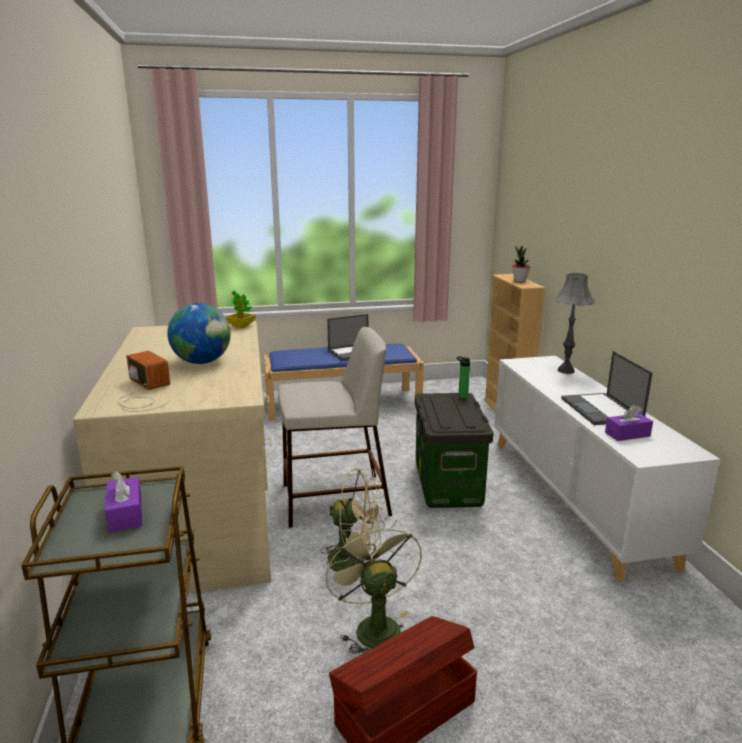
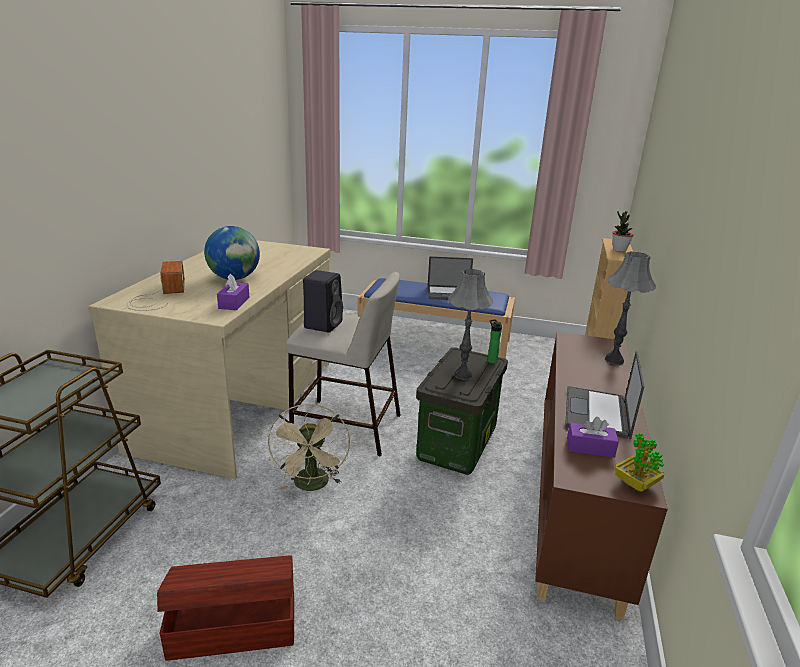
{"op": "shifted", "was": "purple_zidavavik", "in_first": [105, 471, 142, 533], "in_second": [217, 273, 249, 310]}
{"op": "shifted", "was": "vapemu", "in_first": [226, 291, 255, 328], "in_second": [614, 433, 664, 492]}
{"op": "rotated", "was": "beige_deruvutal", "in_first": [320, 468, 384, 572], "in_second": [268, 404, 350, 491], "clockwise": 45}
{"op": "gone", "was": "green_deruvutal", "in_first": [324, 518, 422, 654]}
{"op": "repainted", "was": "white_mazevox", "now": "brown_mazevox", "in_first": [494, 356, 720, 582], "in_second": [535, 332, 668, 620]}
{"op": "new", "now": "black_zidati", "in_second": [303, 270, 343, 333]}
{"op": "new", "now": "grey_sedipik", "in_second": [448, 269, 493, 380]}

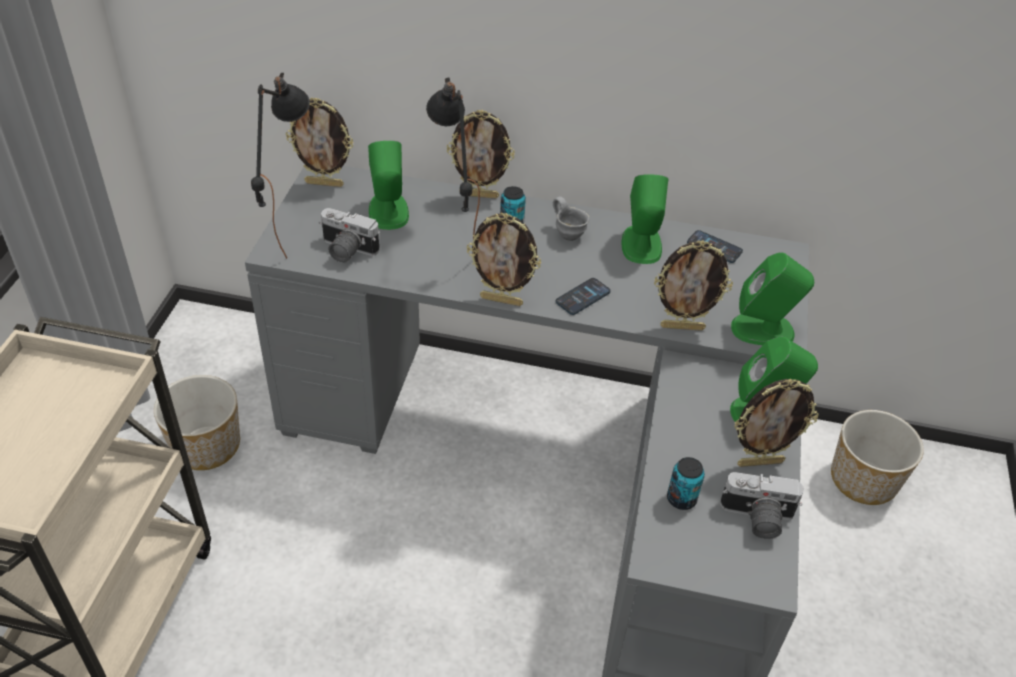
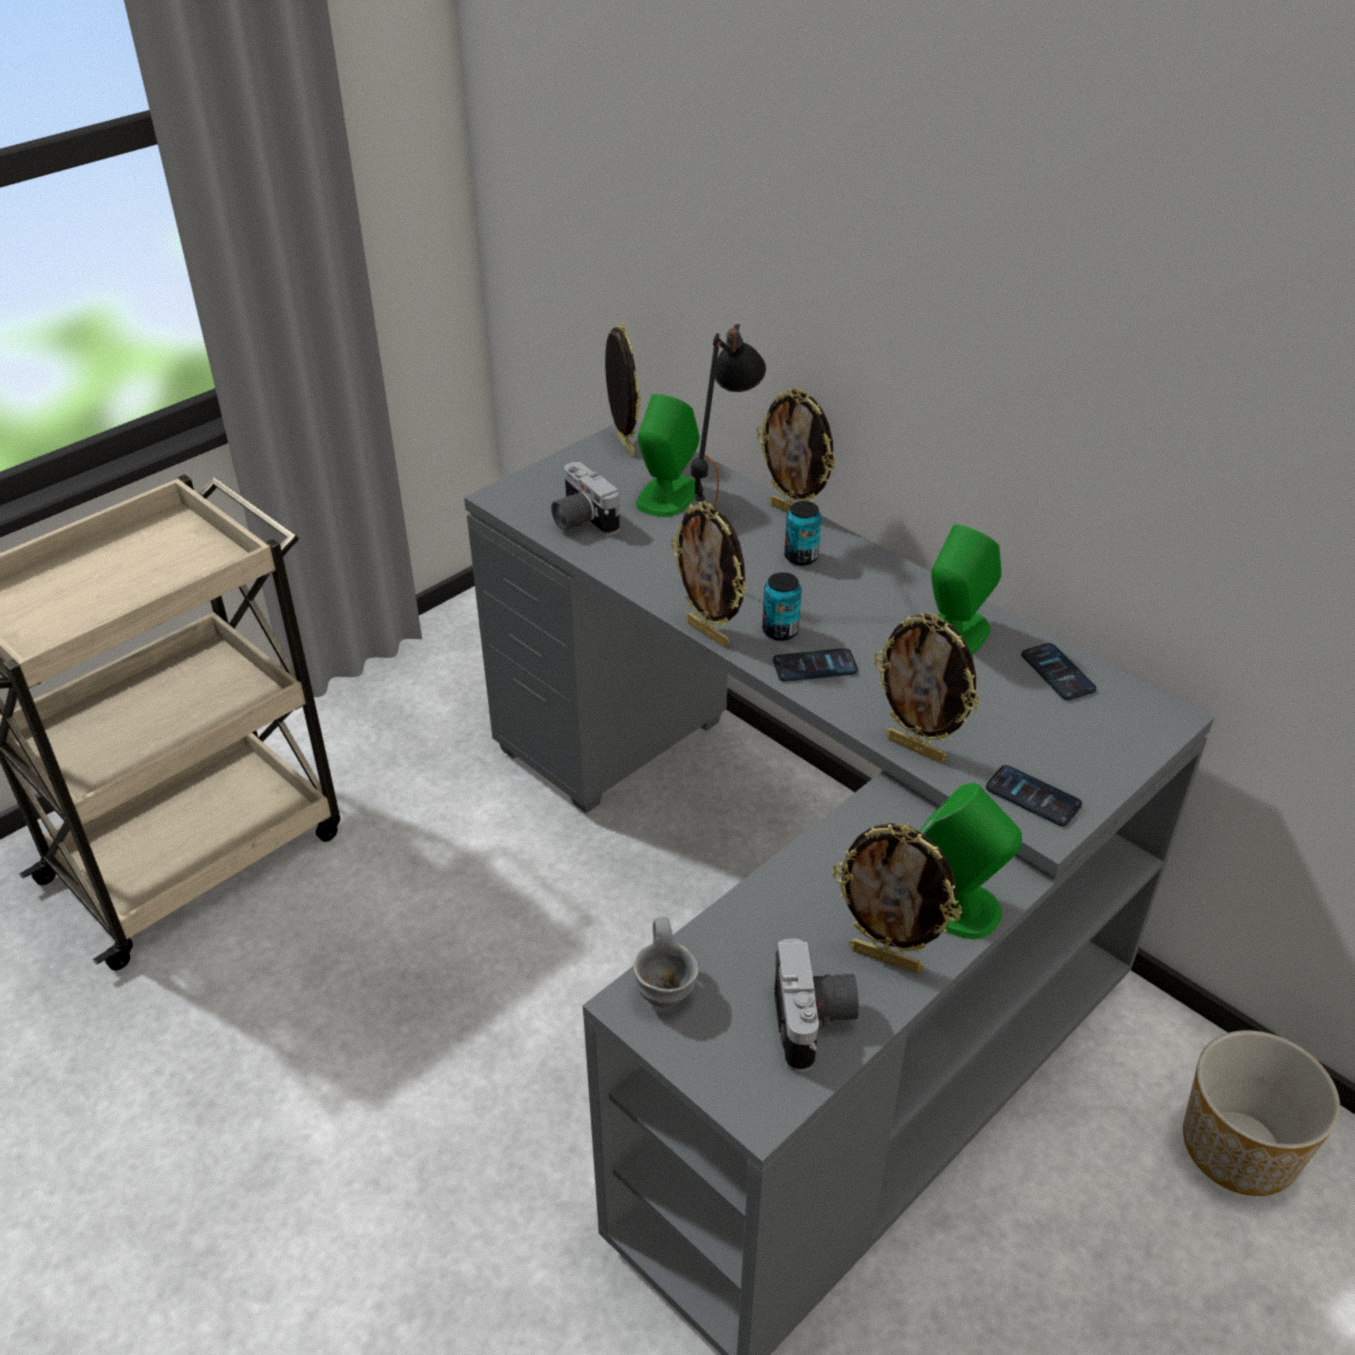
{"op": "gone", "was": "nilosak", "in_first": [154, 375, 240, 470]}
{"op": "gone", "was": "black_sedipik", "in_first": [251, 73, 310, 259]}
{"op": "rotated", "was": "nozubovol", "in_first": [286, 97, 353, 187], "in_second": [605, 323, 641, 457], "clockwise": -150}
{"op": "shifted", "was": "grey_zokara", "in_first": [553, 196, 590, 241], "in_second": [634, 917, 699, 1008]}
{"op": "shifted", "was": "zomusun", "in_first": [667, 457, 705, 510], "in_second": [762, 572, 802, 641]}
{"op": "rotated", "was": "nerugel", "in_first": [720, 472, 804, 539], "in_second": [774, 938, 859, 1072], "clockwise": -135}
{"op": "swapped", "was": "green_zidati", "now": "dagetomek", "in_first": [731, 252, 814, 345], "in_second": [986, 765, 1082, 826]}

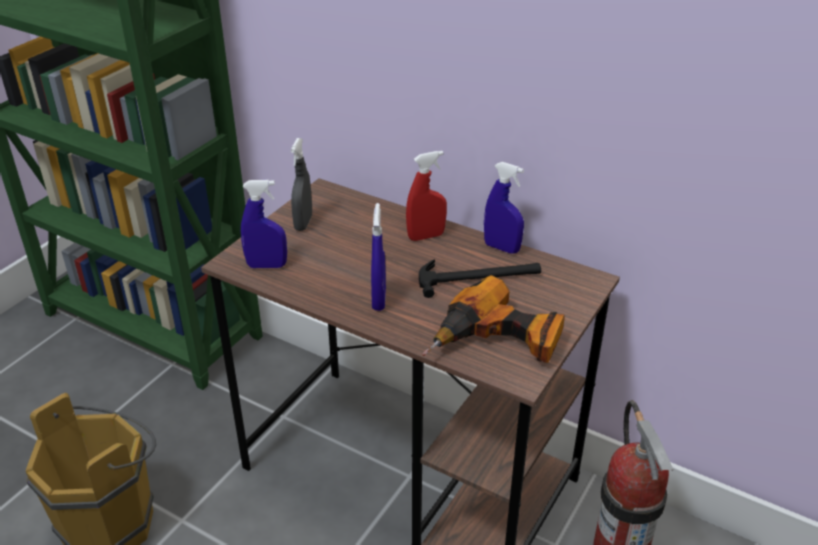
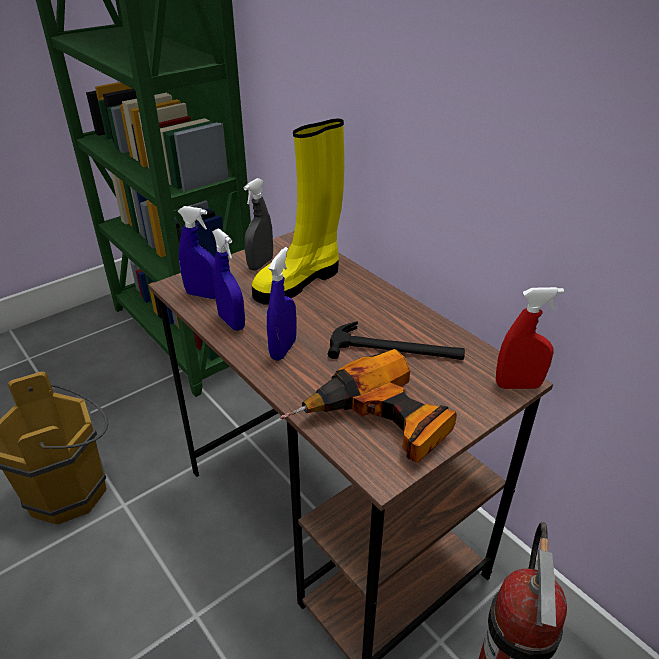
{"op": "shifted", "was": "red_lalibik", "in_first": [406, 151, 447, 241], "in_second": [496, 287, 564, 389]}
{"op": "shifted", "was": "blue_lalibik", "in_first": [484, 162, 524, 254], "in_second": [212, 228, 245, 331]}
{"op": "new", "now": "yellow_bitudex", "in_second": [252, 118, 344, 305]}

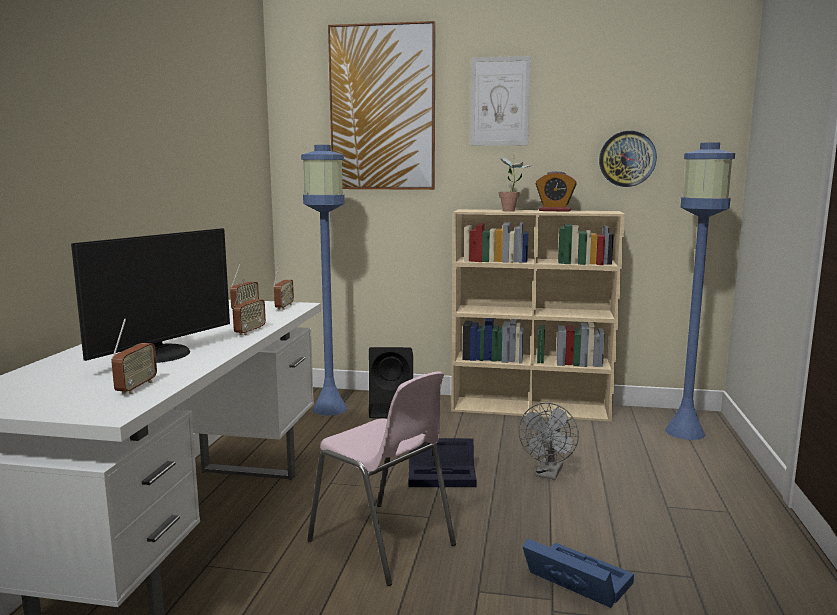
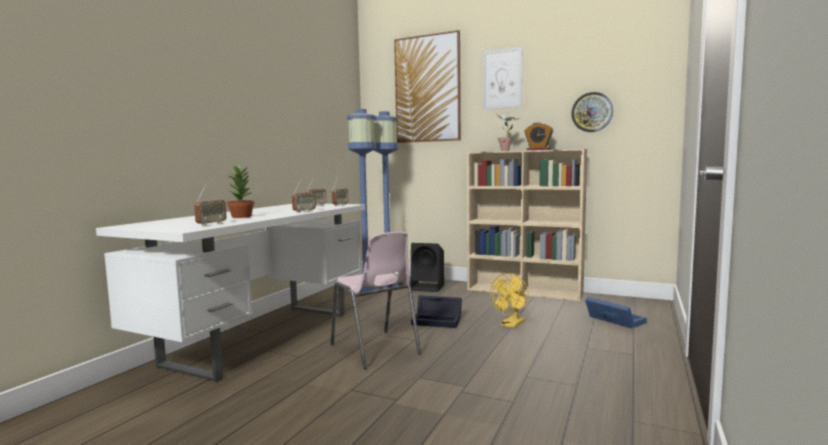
{"op": "swapped", "was": "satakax", "now": "vapemu", "in_first": [71, 228, 230, 363], "in_second": [227, 165, 254, 218]}
{"op": "repainted", "was": "grey_deruvutal", "now": "yellow_deruvutal", "in_first": [519, 403, 579, 480], "in_second": [490, 273, 529, 328]}
{"op": "shifted", "was": "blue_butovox", "in_first": [522, 538, 634, 608], "in_second": [585, 297, 647, 329]}
{"op": "shifted", "was": "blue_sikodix", "in_first": [665, 143, 735, 440], "in_second": [347, 109, 378, 292]}

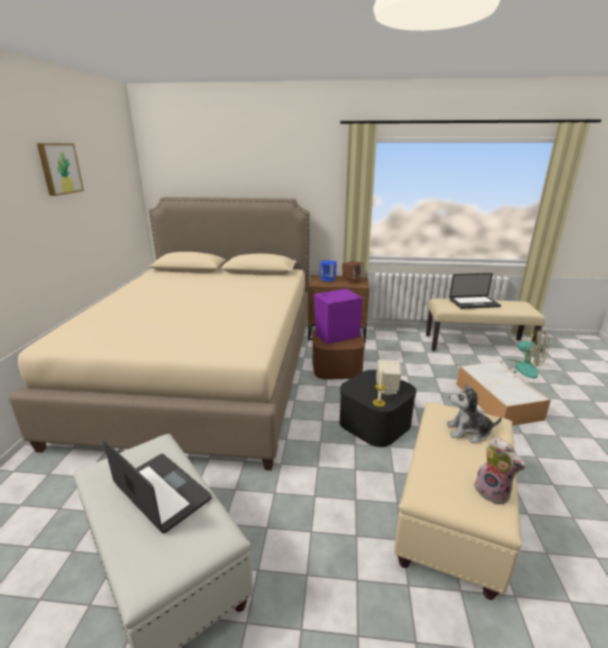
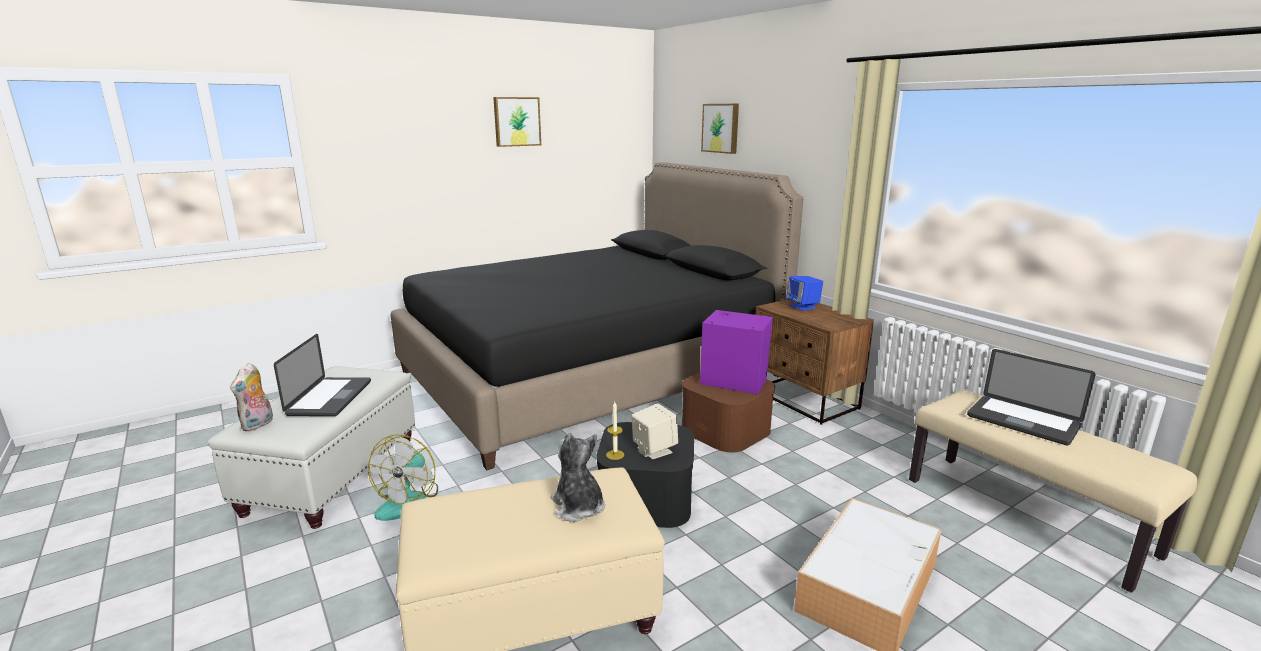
{"op": "repainted", "was": "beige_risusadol", "now": "black_risusadol", "in_first": [9, 197, 310, 471], "in_second": [390, 162, 803, 470]}
{"op": "gone", "was": "brown_zidati", "in_first": [342, 261, 363, 284]}
{"op": "shifted", "was": "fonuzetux", "in_first": [474, 438, 526, 505], "in_second": [230, 363, 273, 431]}
{"op": "shifted", "was": "deruvutal", "in_first": [501, 330, 549, 378], "in_second": [368, 434, 438, 521]}
{"op": "new", "now": "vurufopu", "in_second": [701, 104, 739, 154]}

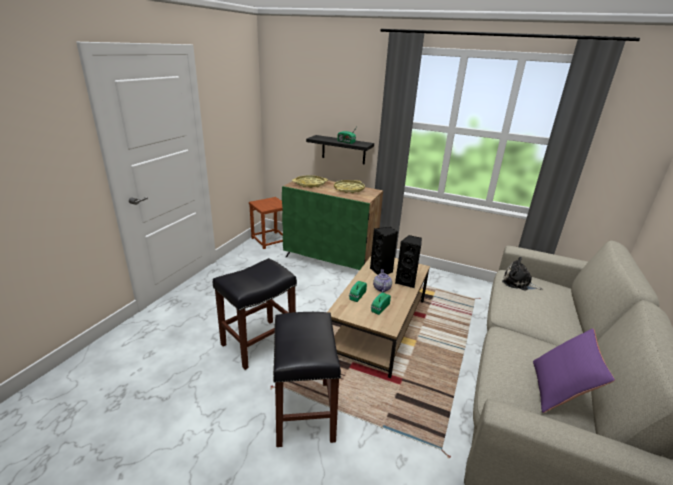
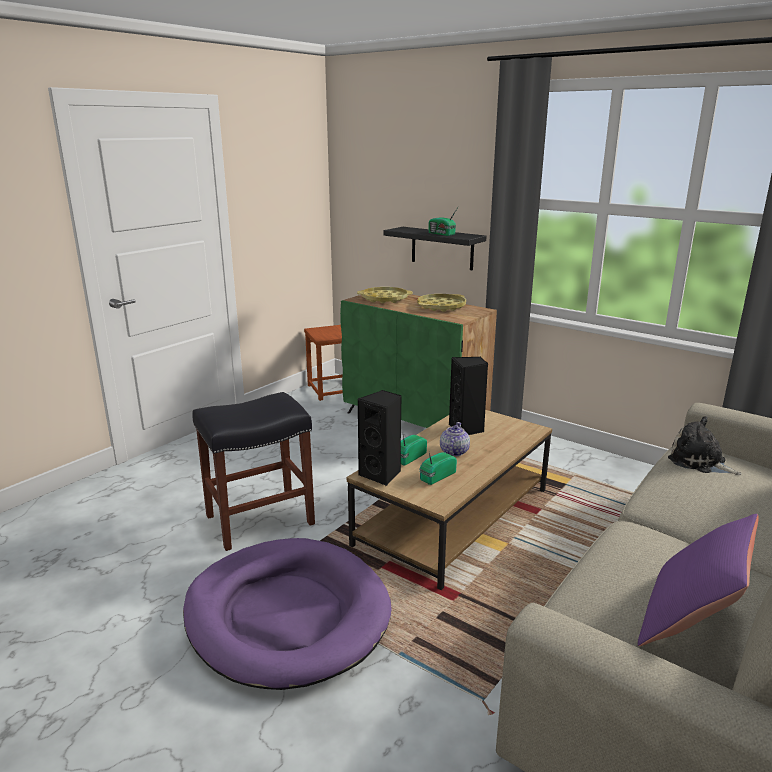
{"op": "swapped", "was": "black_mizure", "now": "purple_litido", "in_first": [273, 312, 341, 447], "in_second": [183, 538, 392, 690]}
{"op": "shifted", "was": "black_zidati", "in_first": [395, 235, 422, 288], "in_second": [357, 390, 402, 486]}

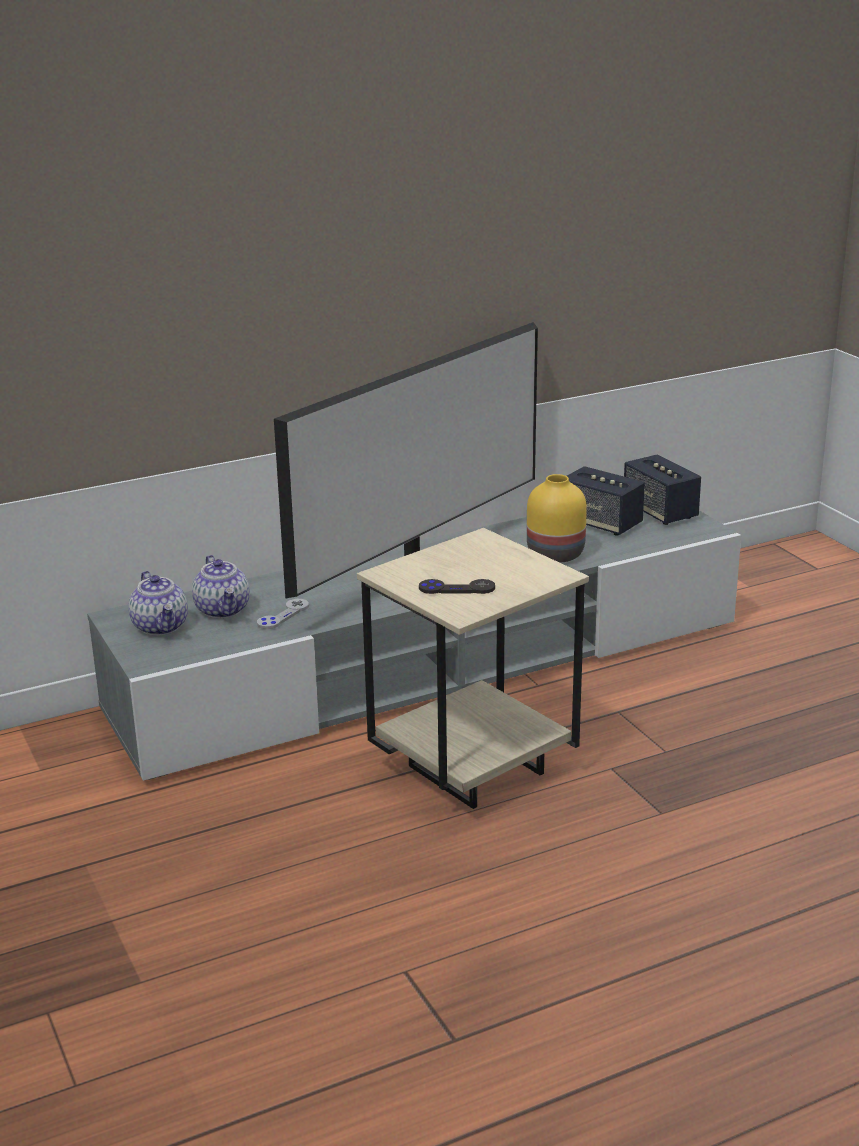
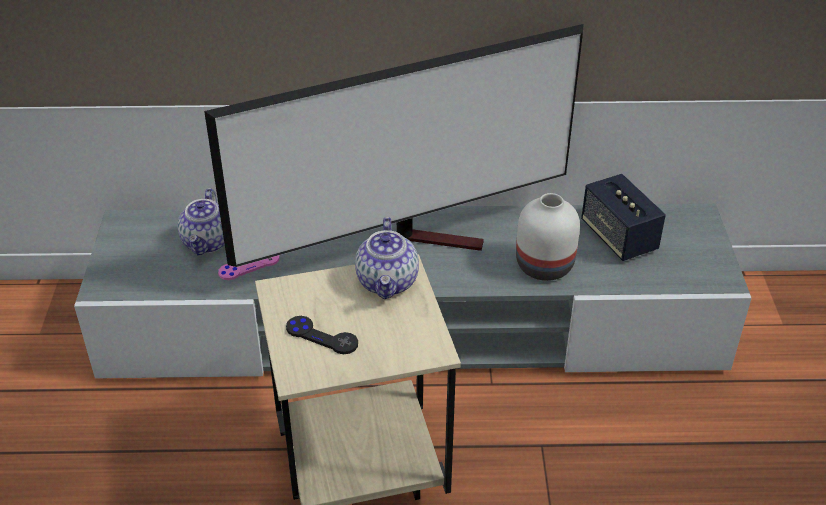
{"op": "shifted", "was": "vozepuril", "in_first": [128, 571, 188, 636], "in_second": [355, 217, 419, 299]}
{"op": "repainted", "was": "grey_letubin", "now": "pink_letubin", "in_first": [257, 599, 309, 629], "in_second": [218, 255, 279, 280]}
{"op": "repainted", "was": "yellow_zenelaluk", "now": "white_zenelaluk", "in_first": [527, 474, 587, 563], "in_second": [516, 193, 580, 281]}
{"op": "gone", "was": "zidati", "in_first": [624, 454, 701, 525]}

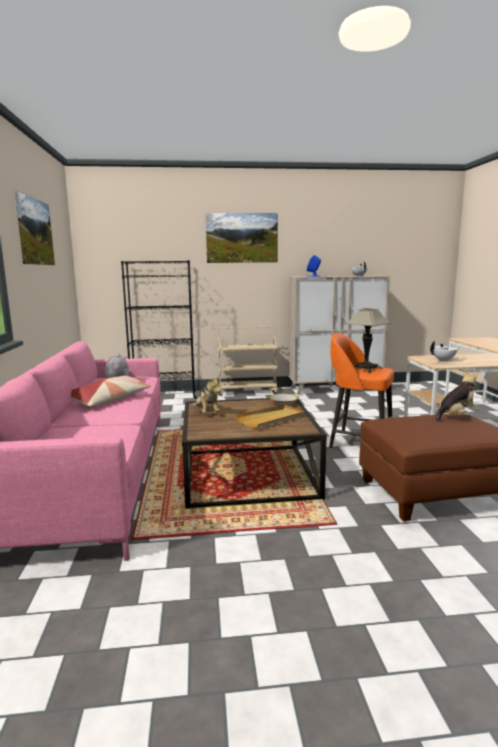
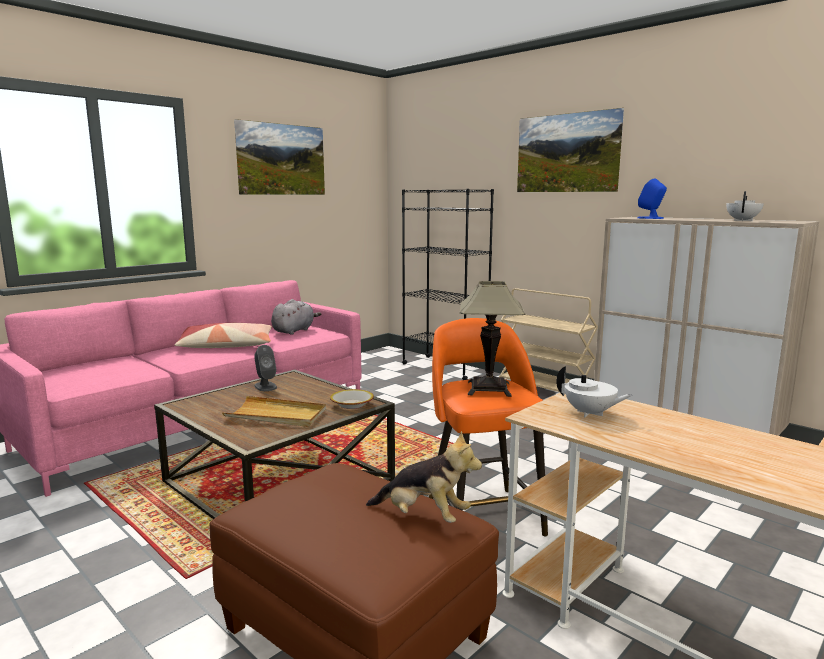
{"op": "swapped", "was": "fonuzetux", "now": "grey_zidati", "in_first": [193, 375, 221, 413], "in_second": [254, 345, 277, 391]}

